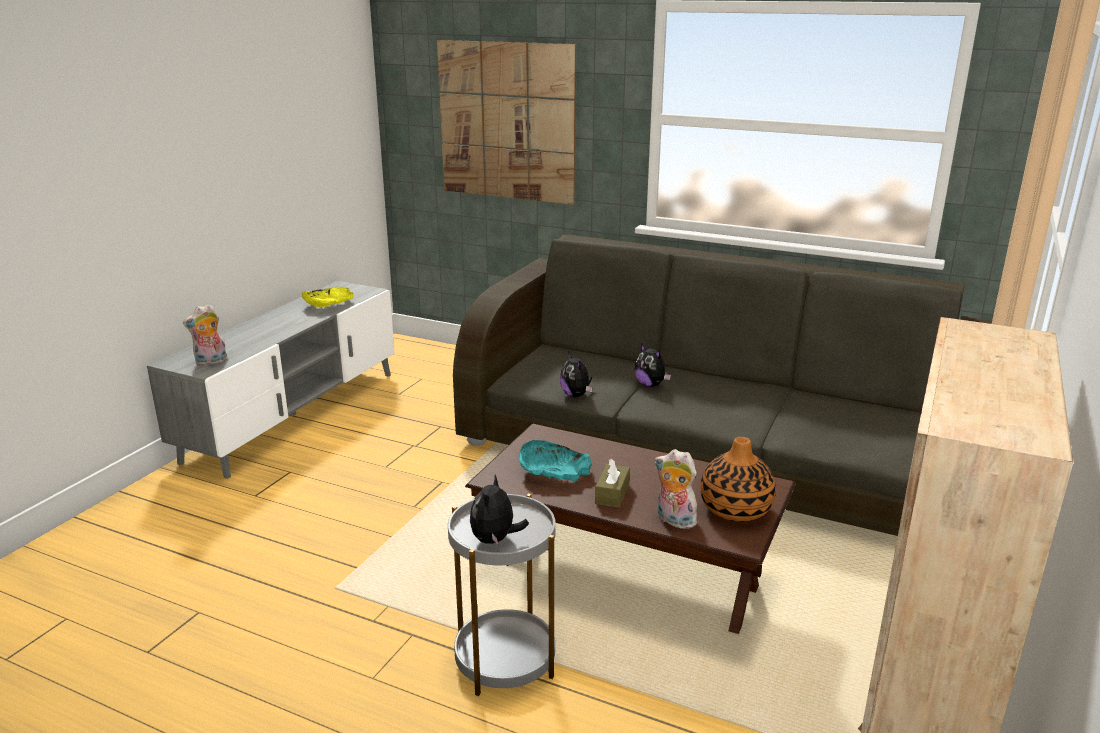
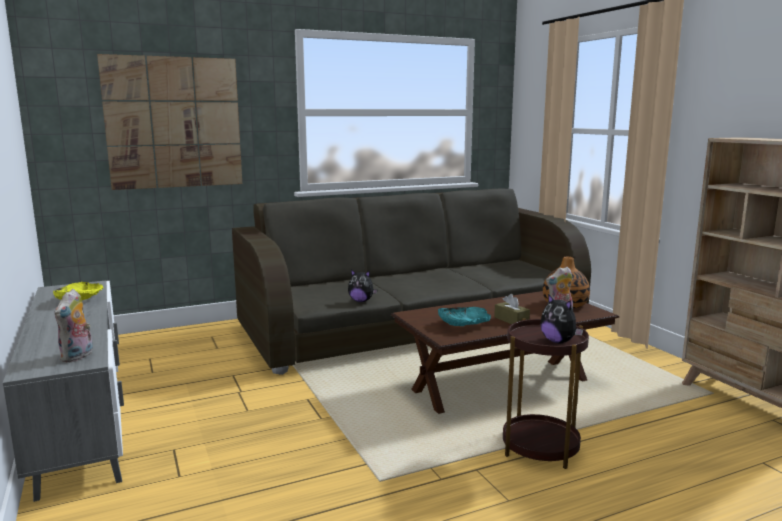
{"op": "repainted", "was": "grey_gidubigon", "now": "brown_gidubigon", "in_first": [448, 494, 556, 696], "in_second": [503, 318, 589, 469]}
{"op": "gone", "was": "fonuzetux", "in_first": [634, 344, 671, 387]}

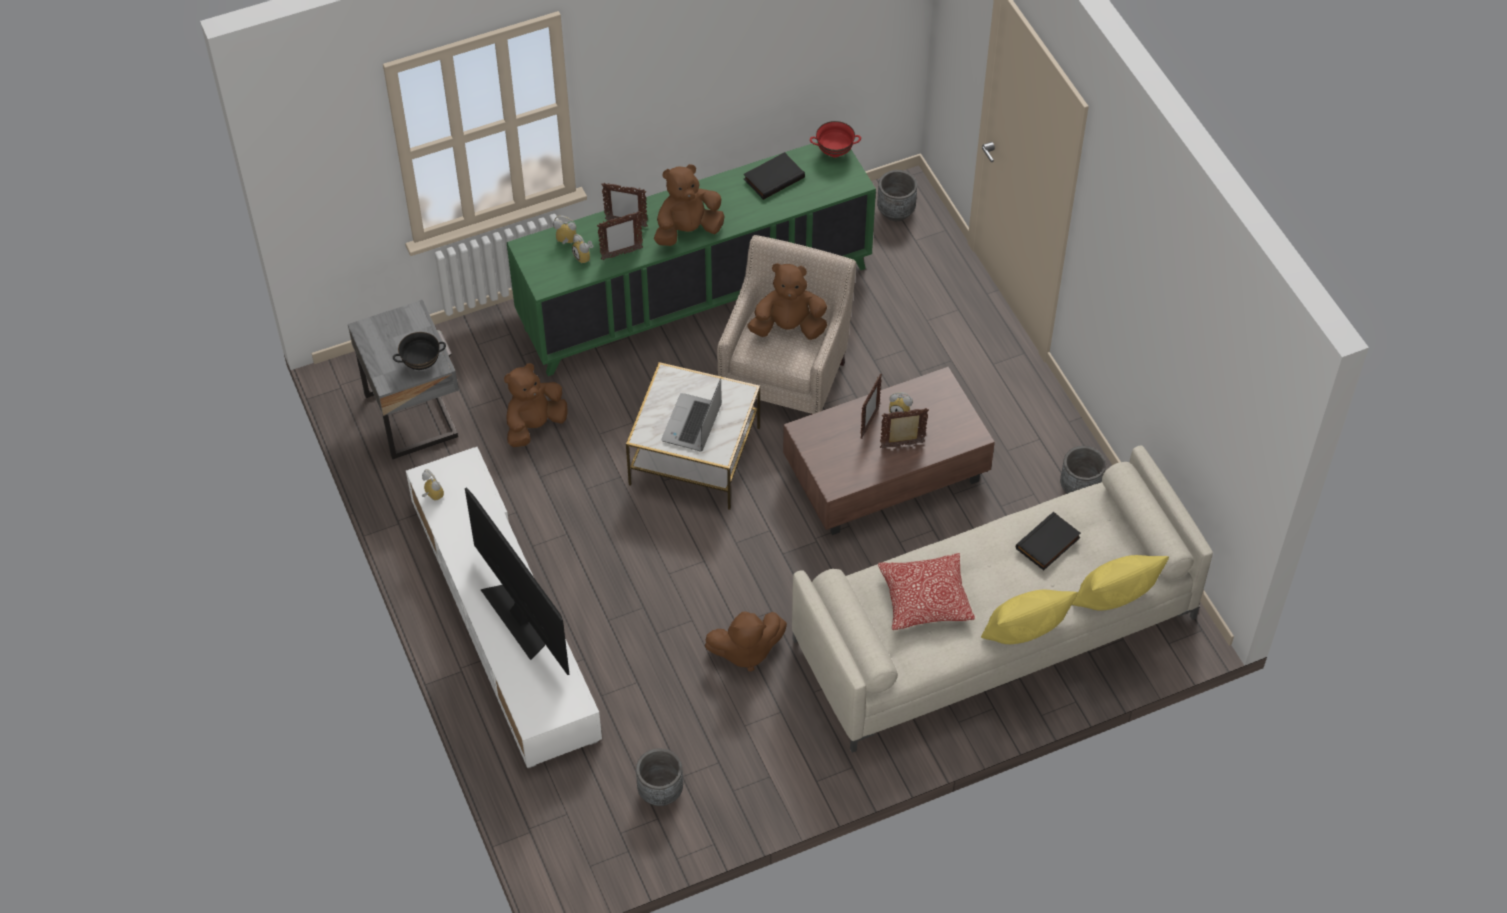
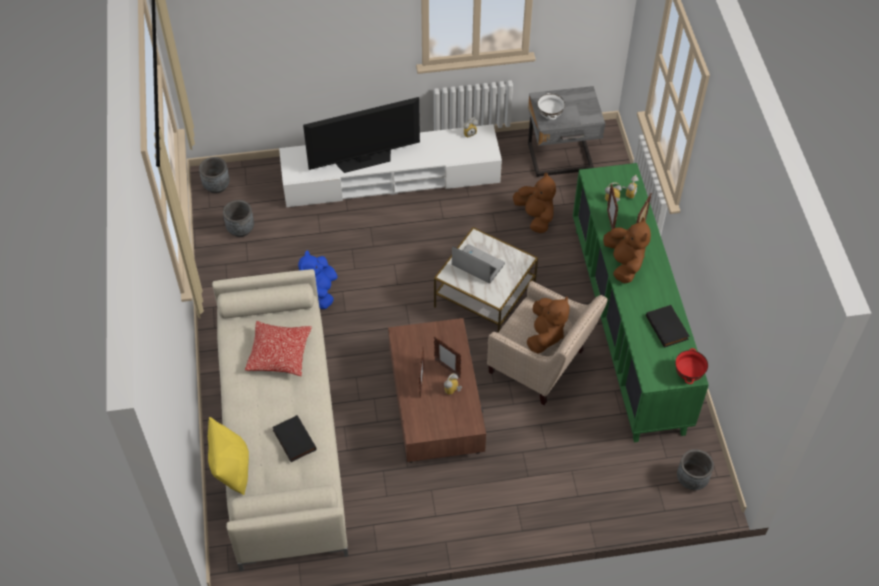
{"op": "repainted", "was": "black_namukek", "now": "white_namukek", "in_first": [393, 332, 446, 370], "in_second": [537, 93, 565, 120]}
{"op": "repainted", "was": "brown_fonuzetux", "now": "blue_fonuzetux", "in_first": [705, 612, 787, 671], "in_second": [298, 250, 338, 309]}
{"op": "gone", "was": "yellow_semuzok", "in_first": [981, 590, 1078, 644]}
{"op": "shifted", "was": "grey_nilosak", "in_first": [1060, 446, 1106, 494], "in_second": [199, 157, 230, 194]}

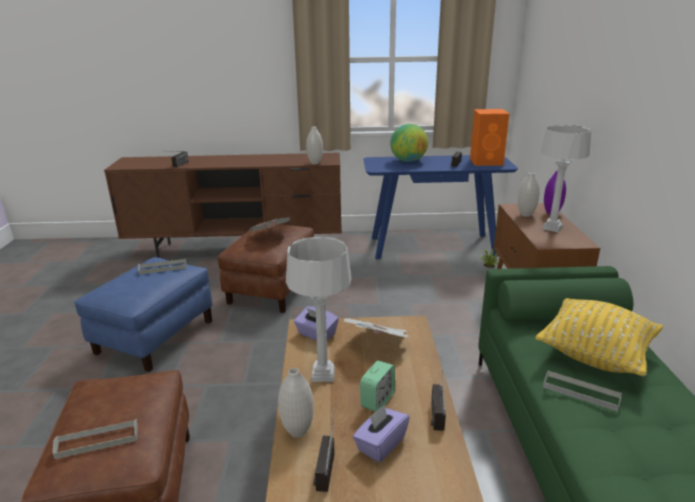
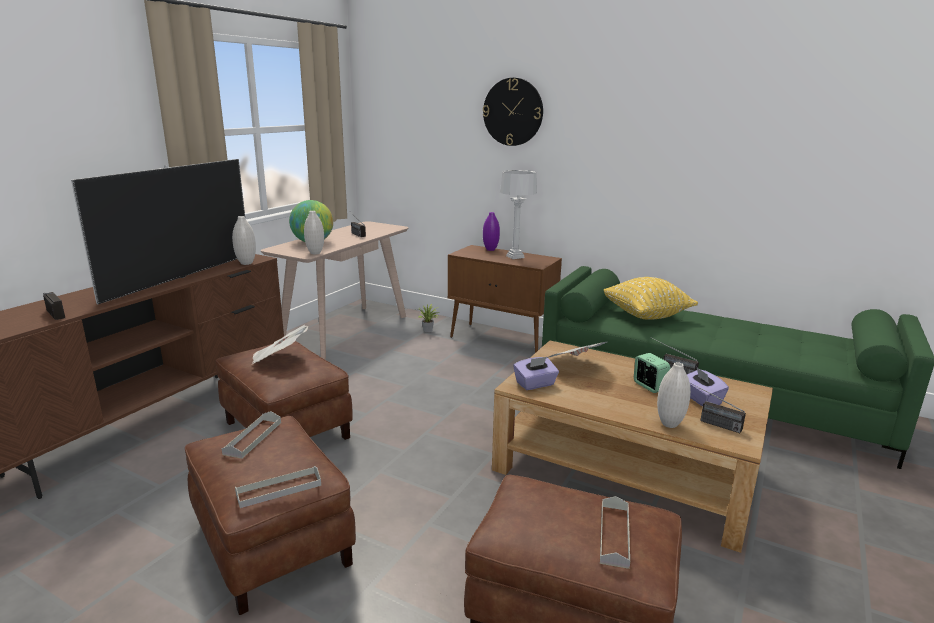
{"op": "repainted", "was": "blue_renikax", "now": "brown_renikax", "in_first": [74, 257, 212, 372], "in_second": [185, 416, 356, 615]}
{"op": "gone", "was": "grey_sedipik", "in_first": [286, 236, 352, 382]}
{"op": "repainted", "was": "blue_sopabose", "now": "beige_sopabose", "in_first": [363, 155, 518, 260], "in_second": [261, 221, 409, 359]}
{"op": "gone", "was": "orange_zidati", "in_first": [470, 109, 509, 166]}
{"op": "shifted", "was": "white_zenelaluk", "in_first": [518, 172, 540, 217], "in_second": [304, 211, 324, 254]}
{"op": "shifted", "was": "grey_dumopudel", "in_first": [543, 370, 622, 411], "in_second": [235, 466, 321, 508]}
{"op": "new", "now": "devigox", "in_second": [71, 159, 245, 304]}
{"op": "new", "now": "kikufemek", "in_second": [483, 78, 543, 146]}

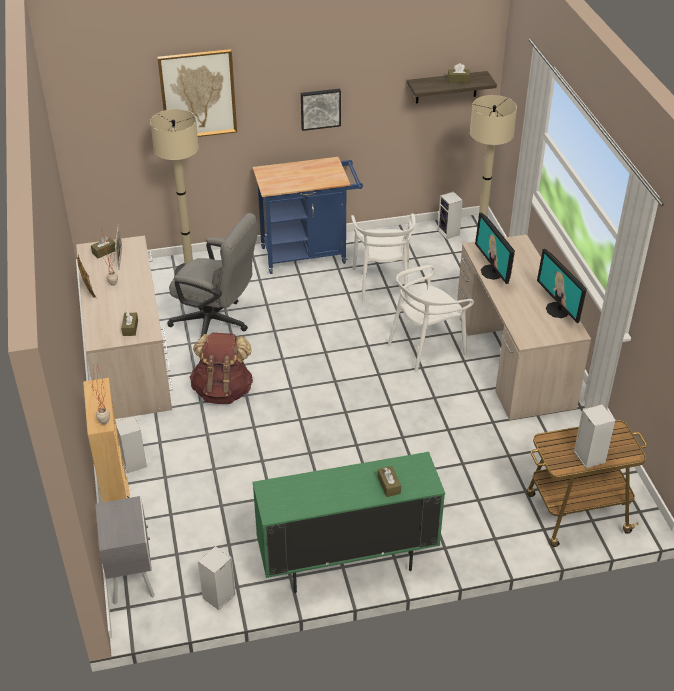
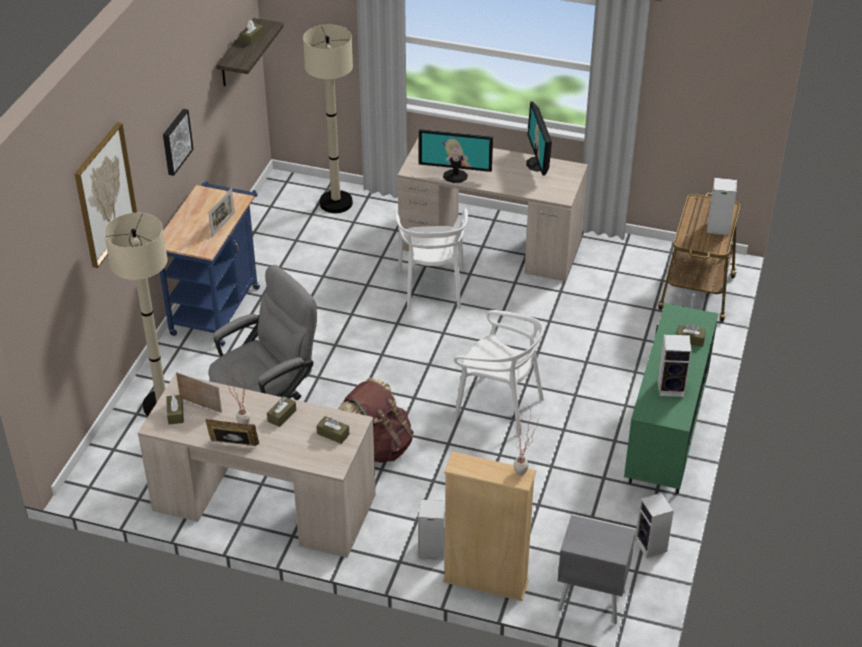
{"op": "shifted", "was": "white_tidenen", "in_first": [351, 213, 416, 302], "in_second": [454, 310, 544, 435]}
{"op": "shifted", "was": "zidati", "in_first": [438, 192, 463, 239], "in_second": [658, 334, 692, 397]}
{"op": "rotated", "was": "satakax", "in_first": [537, 249, 586, 323], "in_second": [526, 101, 552, 176], "clockwise": 75}
{"op": "new", "now": "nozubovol", "in_second": [208, 188, 235, 237]}
{"op": "new", "now": "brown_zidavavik", "in_second": [267, 396, 296, 427]}

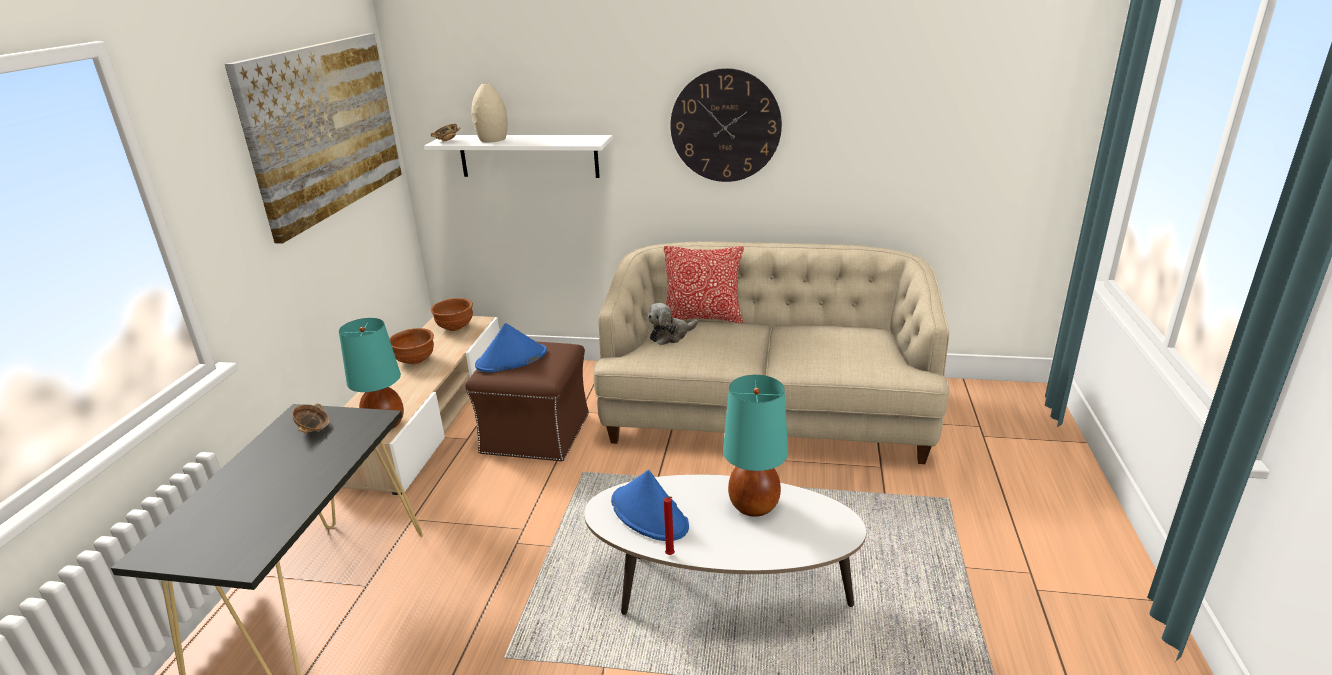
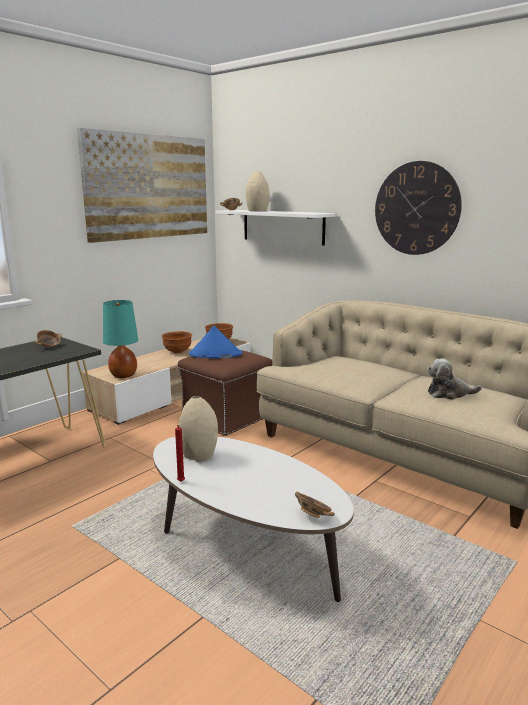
{"op": "swapped", "was": "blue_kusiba", "now": "beige_zenelaluk", "in_first": [611, 470, 689, 541], "in_second": [179, 396, 218, 462]}
{"op": "shifted", "was": "fonuzetux", "in_first": [648, 303, 698, 345], "in_second": [427, 358, 482, 400]}
{"op": "gone", "was": "semuzok", "in_first": [664, 246, 744, 323]}
{"op": "gone", "was": "turquoise_sedipik", "in_first": [723, 375, 788, 517]}
{"op": "new", "now": "namukek", "in_second": [295, 492, 335, 518]}

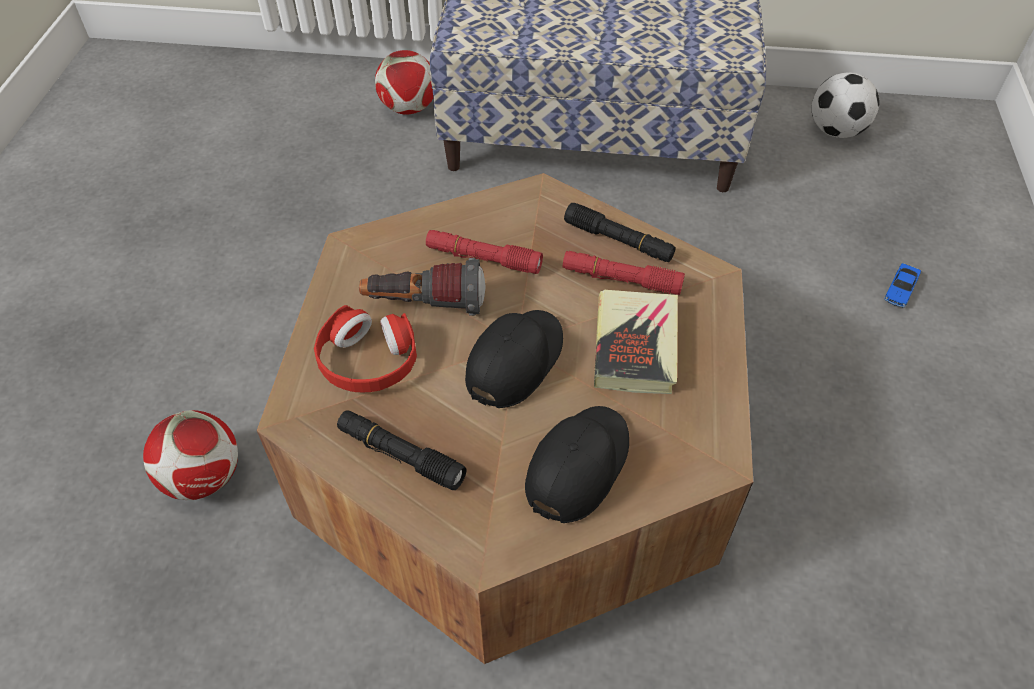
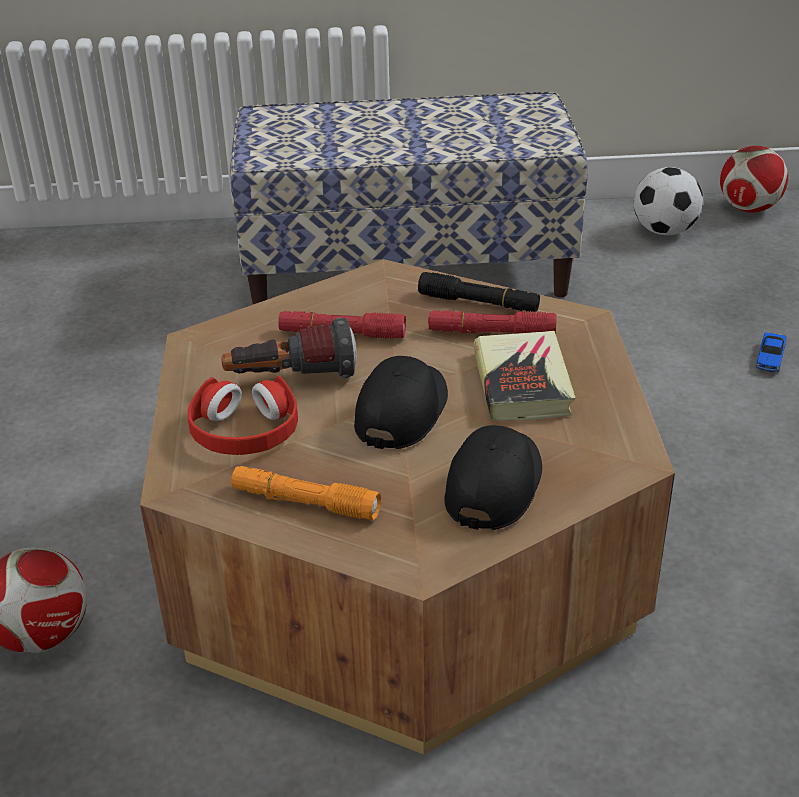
{"op": "repainted", "was": "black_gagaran", "now": "orange_gagaran", "in_first": [337, 410, 467, 490], "in_second": [231, 466, 381, 520]}
{"op": "shifted", "was": "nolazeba", "in_first": [375, 50, 433, 115], "in_second": [720, 146, 788, 213]}

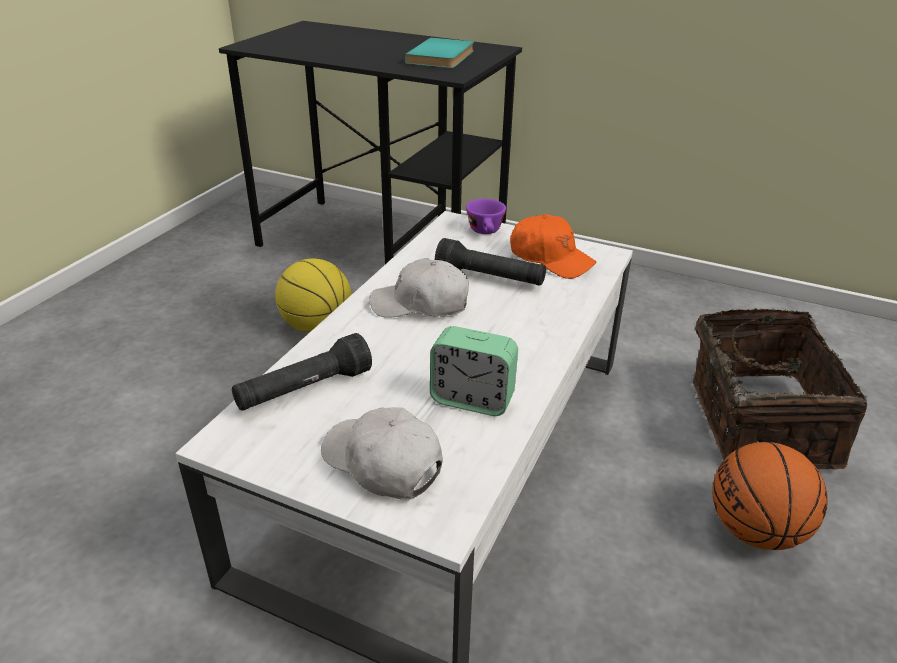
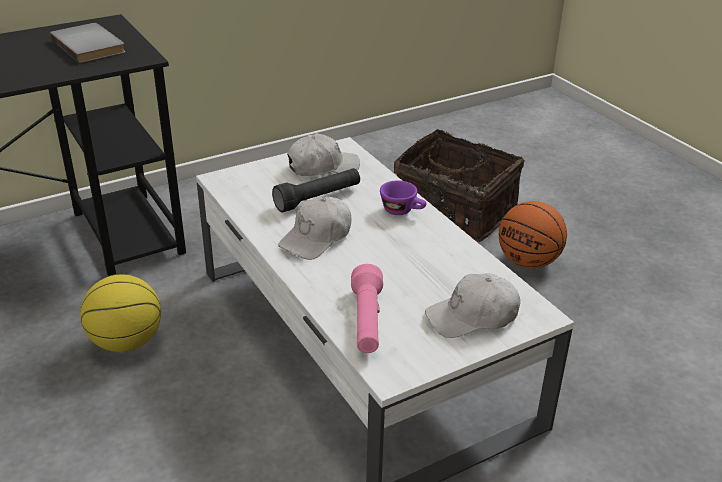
{"op": "repainted", "was": "black_gagaran", "now": "pink_gagaran", "in_first": [232, 333, 372, 411], "in_second": [351, 264, 383, 353]}
{"op": "repainted", "was": "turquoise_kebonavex", "now": "grey_kebonavex", "in_first": [405, 38, 474, 68], "in_second": [50, 23, 125, 63]}
{"op": "gone", "was": "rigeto", "in_first": [430, 326, 518, 416]}
{"op": "shifted", "was": "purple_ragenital", "in_first": [466, 198, 506, 234], "in_second": [380, 180, 427, 215]}
{"op": "repainted", "was": "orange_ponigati", "now": "white_ponigati", "in_first": [510, 214, 597, 279], "in_second": [287, 133, 360, 176]}

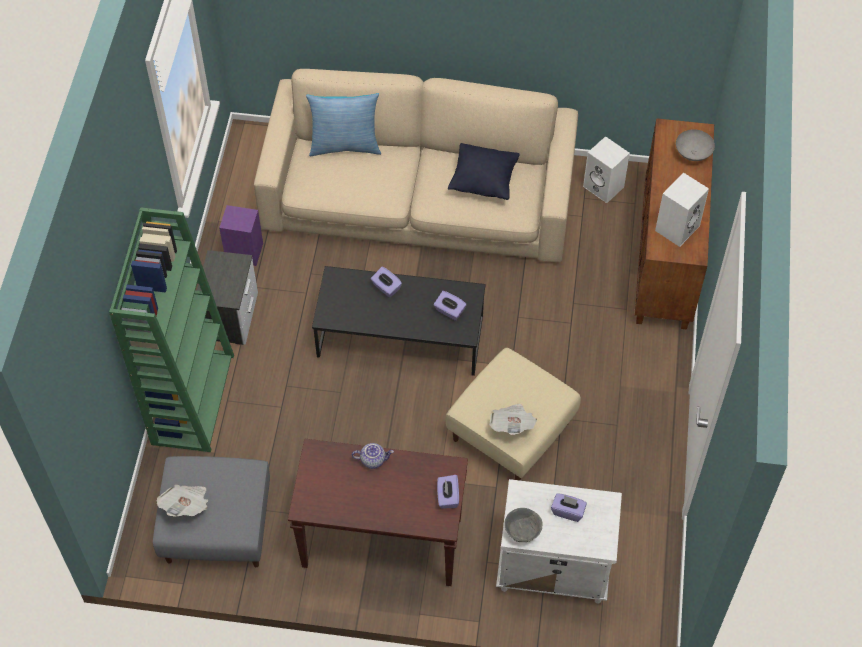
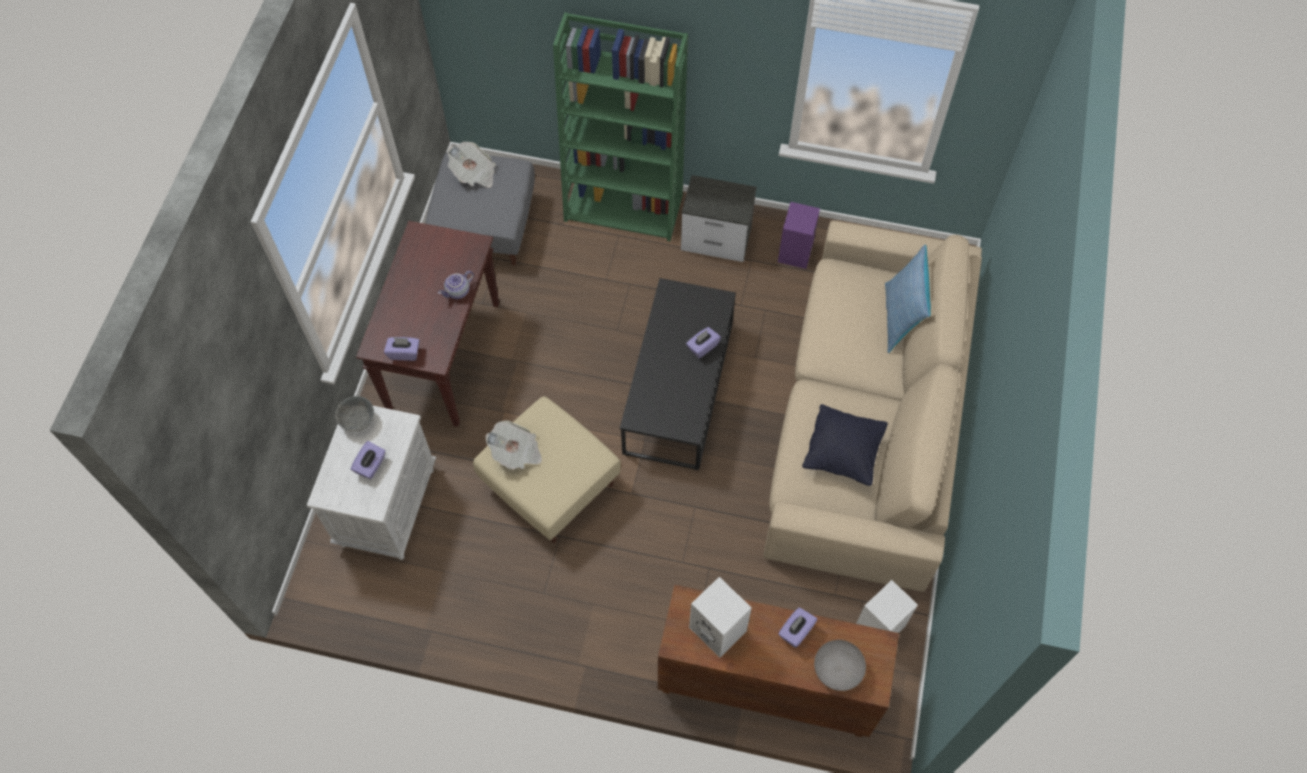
{"op": "rotated", "was": "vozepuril", "in_first": [352, 443, 394, 469], "in_second": [438, 271, 474, 299], "clockwise": 45}
{"op": "shifted", "was": "purple_zidavavik", "in_first": [434, 291, 466, 321], "in_second": [778, 607, 818, 648]}

